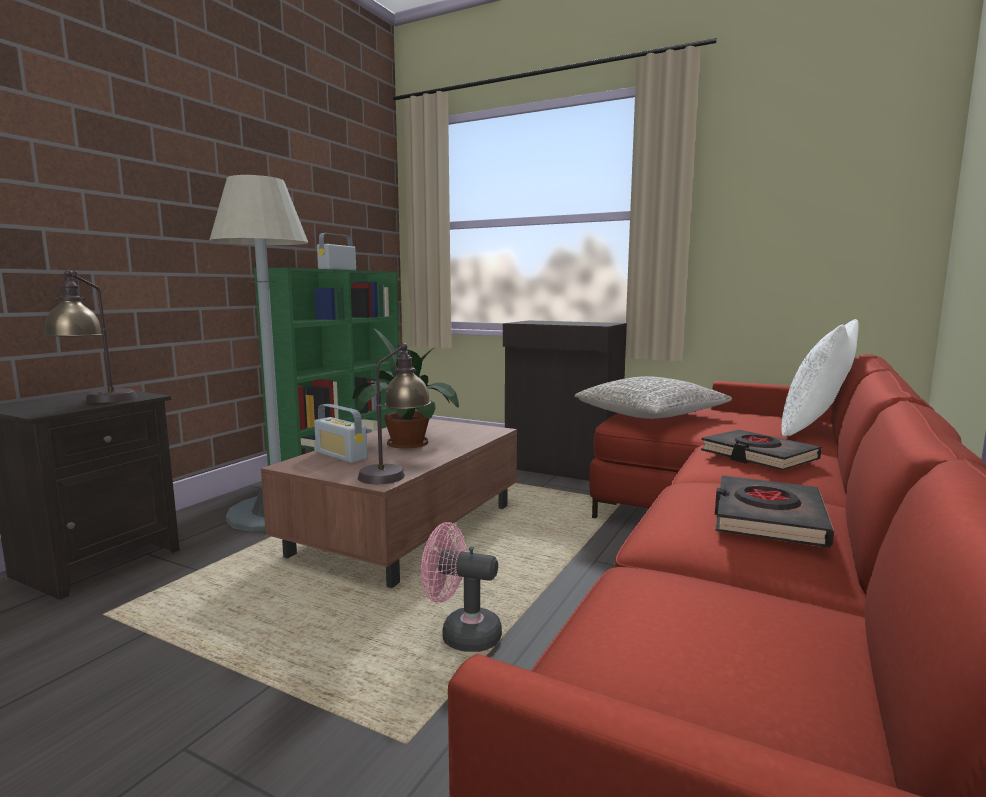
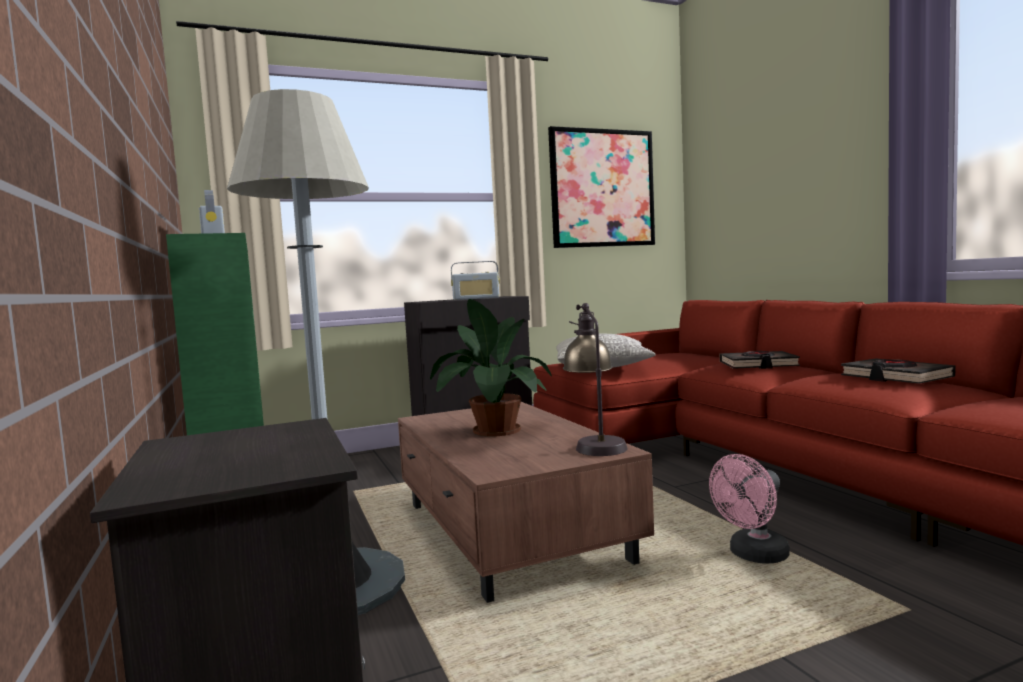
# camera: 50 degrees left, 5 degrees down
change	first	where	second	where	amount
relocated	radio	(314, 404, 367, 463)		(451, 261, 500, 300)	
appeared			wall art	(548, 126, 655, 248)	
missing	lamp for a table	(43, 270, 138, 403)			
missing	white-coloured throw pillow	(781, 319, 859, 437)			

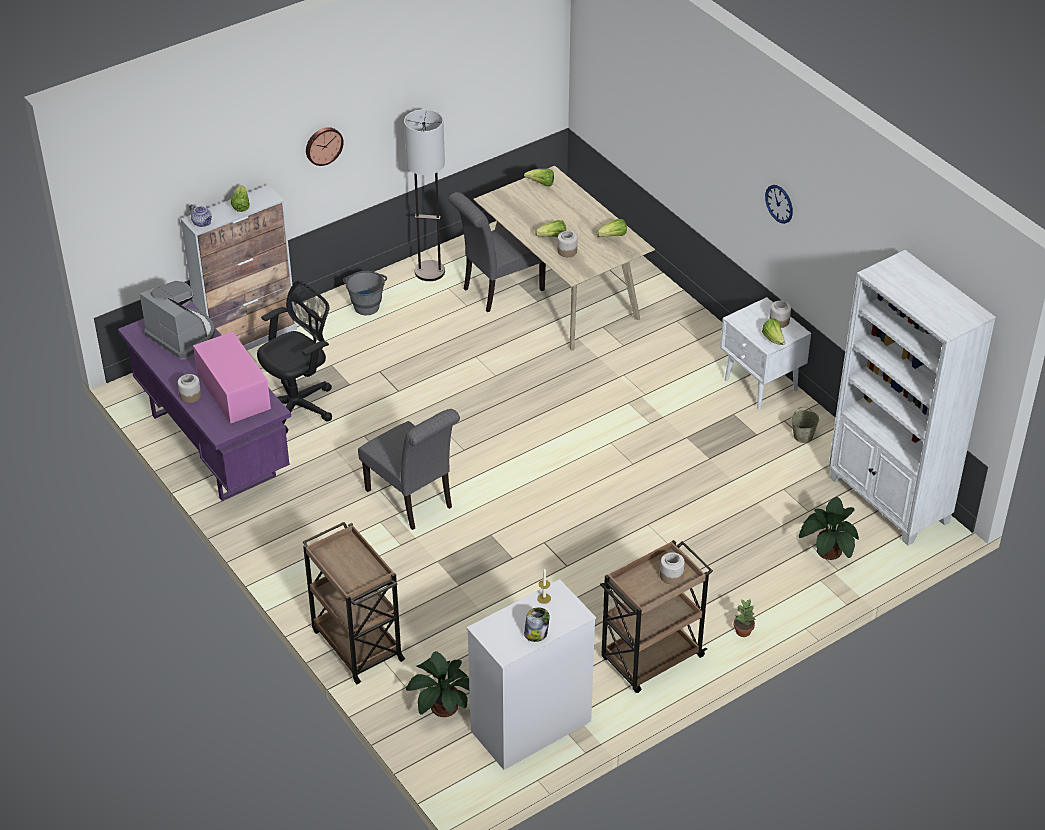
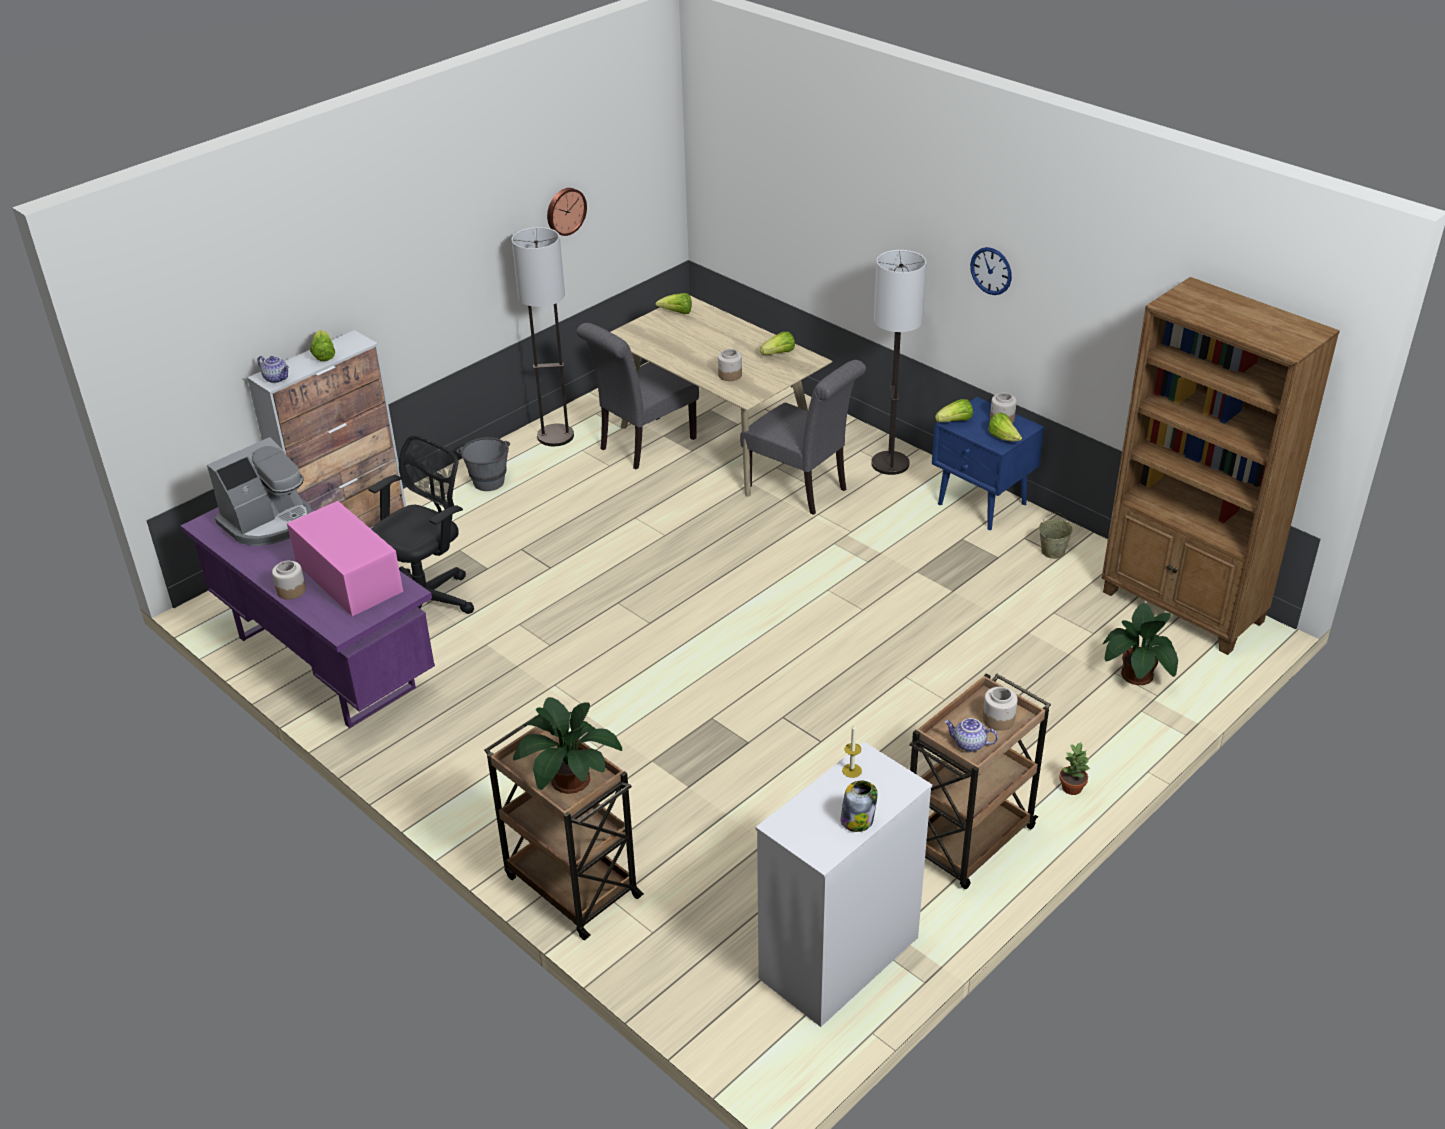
# camera: 10 degrees left, 5 degrees down
change	first	where	second	where	amount
spun	coffee brewer	(140, 281, 215, 359)		(207, 437, 312, 546)	105 degrees clockwise
relocated	houseplant	(406, 651, 469, 717)		(513, 697, 622, 794)	
relocated	wall clock	(306, 127, 344, 166)		(547, 188, 587, 236)	
relocated	gray chair	(358, 409, 460, 530)		(740, 360, 866, 515)	
appeared			floor lamp	(872, 250, 927, 475)	
colour	white-coloured nightstand	(720, 297, 811, 410)	blue nightstand	(932, 397, 1044, 530)	
relocated	lettuce head	(535, 220, 566, 237)		(935, 399, 973, 422)	
appeared			tea pot	(944, 718, 998, 752)	
colour	white-coloured shelving unit	(828, 250, 996, 546)	brownish shelving unit	(1102, 277, 1340, 655)	

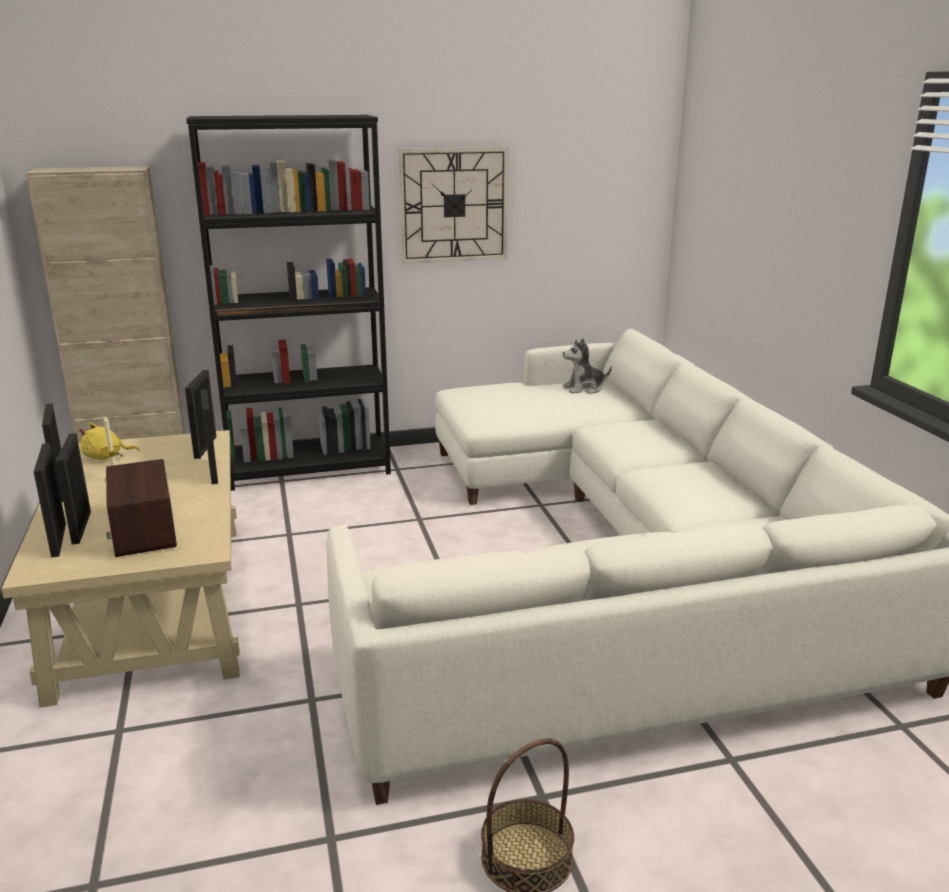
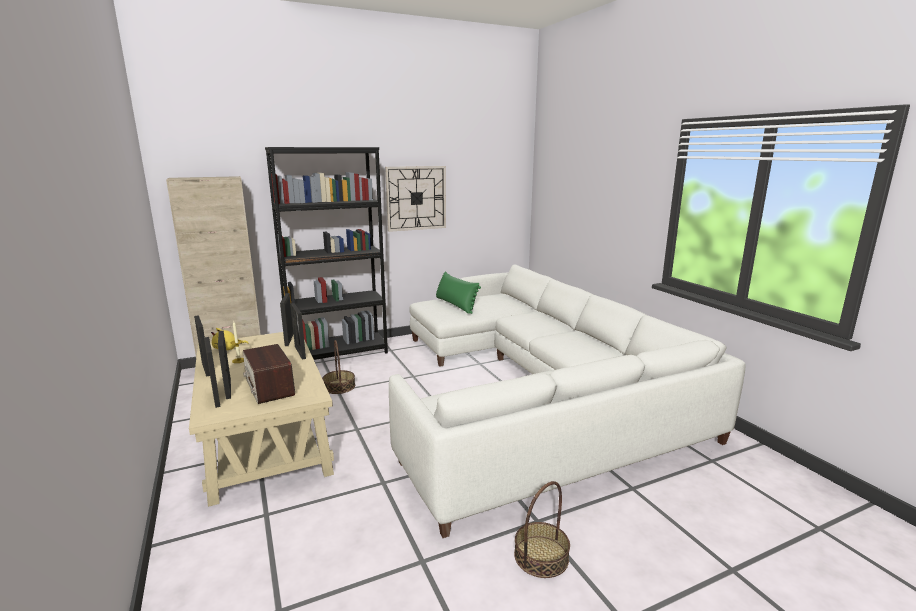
# camera: 10 degrees left, 5 degrees down
change	first	where	second	where	amount
appeared			storage basket	(322, 340, 355, 394)	
appeared			green-coloured throw pillow	(436, 271, 481, 314)	
missing	plush toy	(563, 338, 612, 394)			

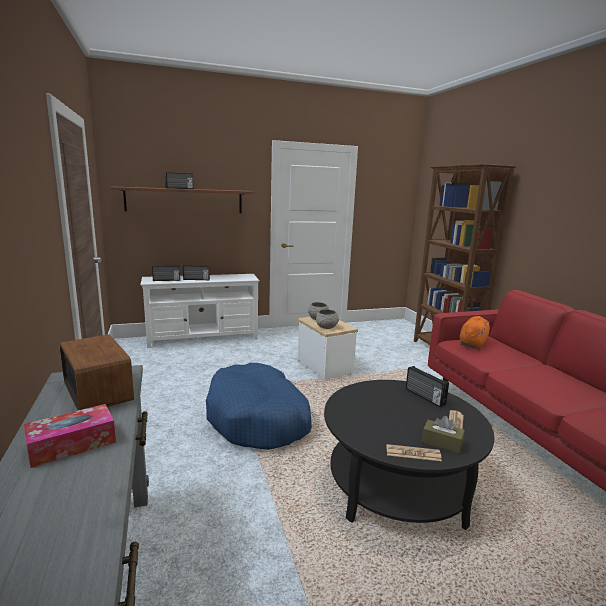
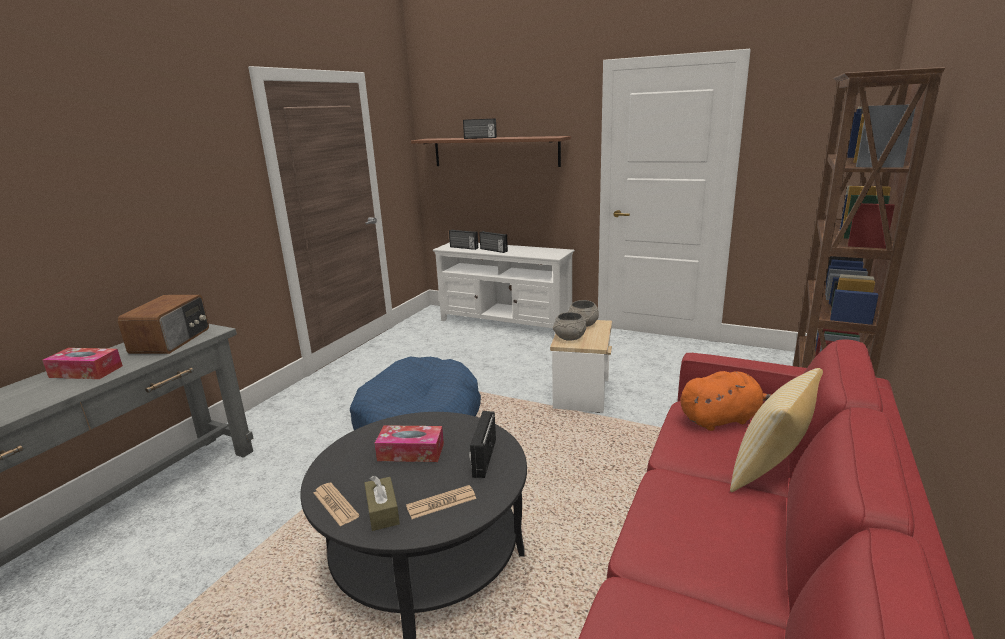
# camera: 45 degrees right, 5 degrees up
change	first	where	second	where	amount
appeared			tissue box	(375, 425, 444, 462)	
appeared			throw pillow	(730, 368, 823, 492)	

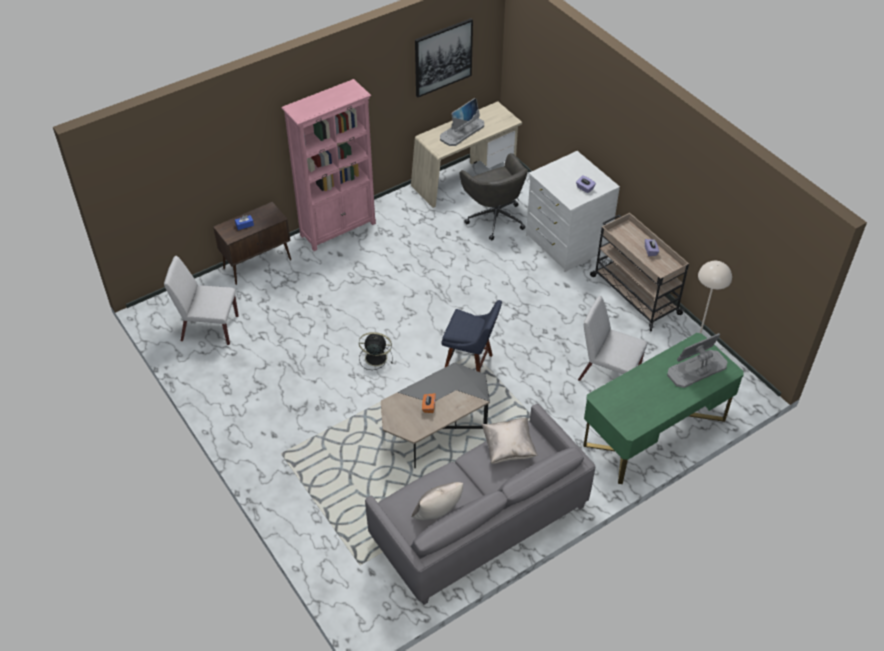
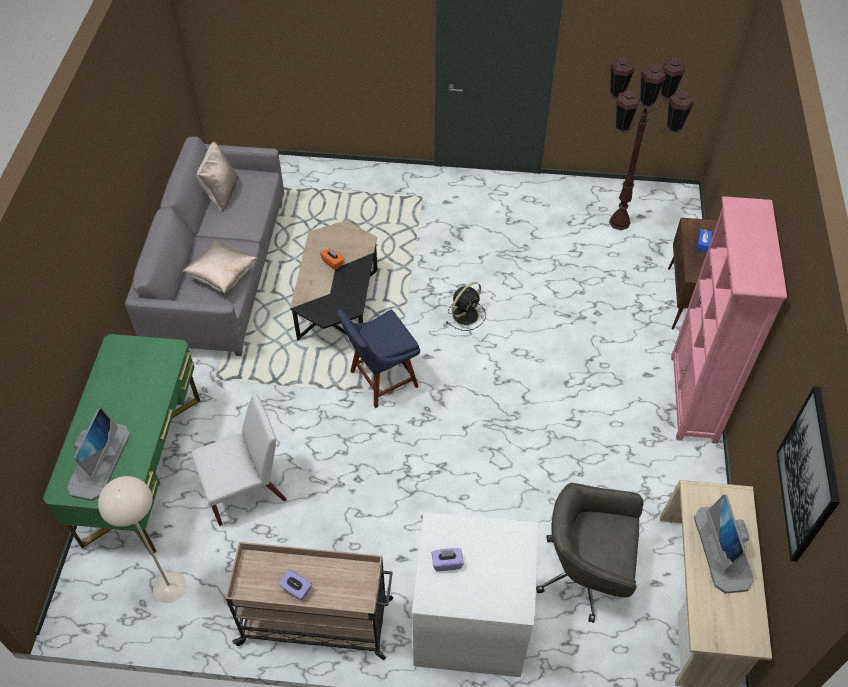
# camera: 130 degrees right, 5 degrees up
change	first	where	second	where	amount
exchanged	white-coloured chair	(164, 256, 239, 345)	brownish floor lamp	(609, 57, 694, 230)	

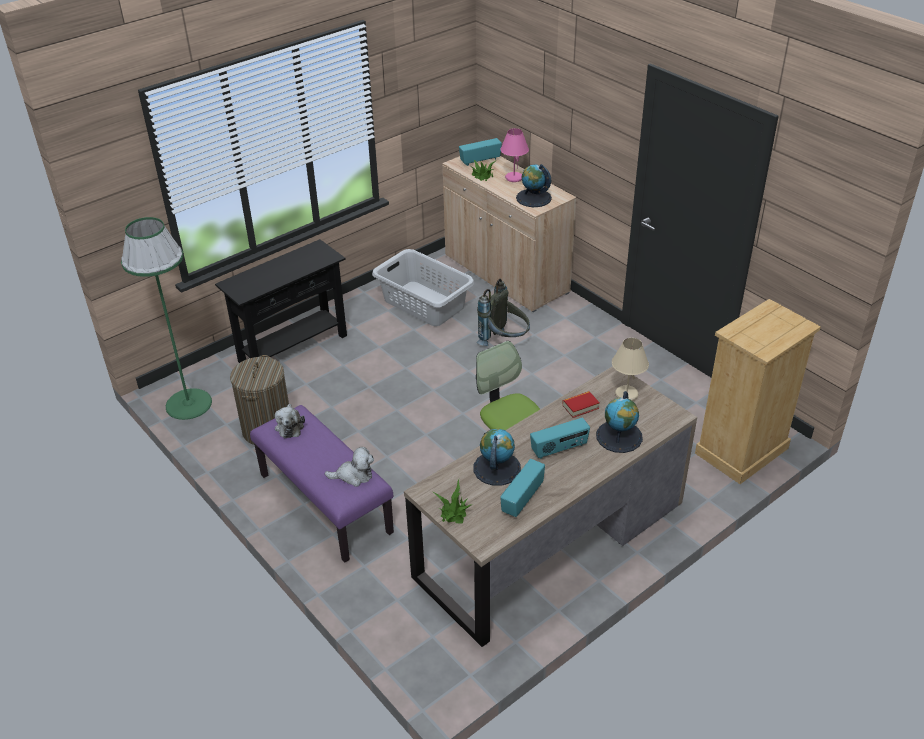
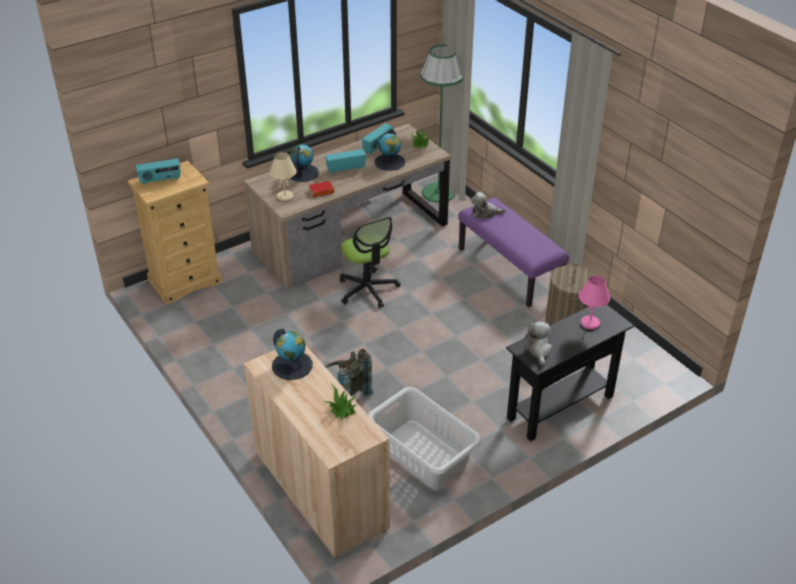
# camera: 175 degrees left, 0 degrees up
change	first	where	second	where	amount
relocated	radio	(459, 138, 502, 166)		(136, 158, 180, 185)	
relocated	green-coloured floor lamp	(121, 217, 212, 420)		(420, 44, 463, 203)	
relocated	plush toy	(275, 404, 305, 438)		(524, 322, 552, 365)	
relocated	pink lamp for a table	(500, 128, 529, 182)		(578, 275, 610, 330)	

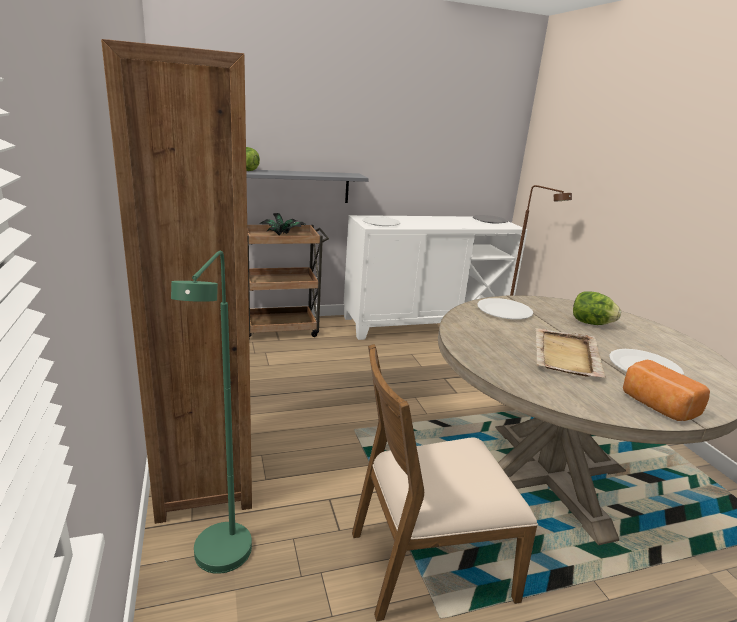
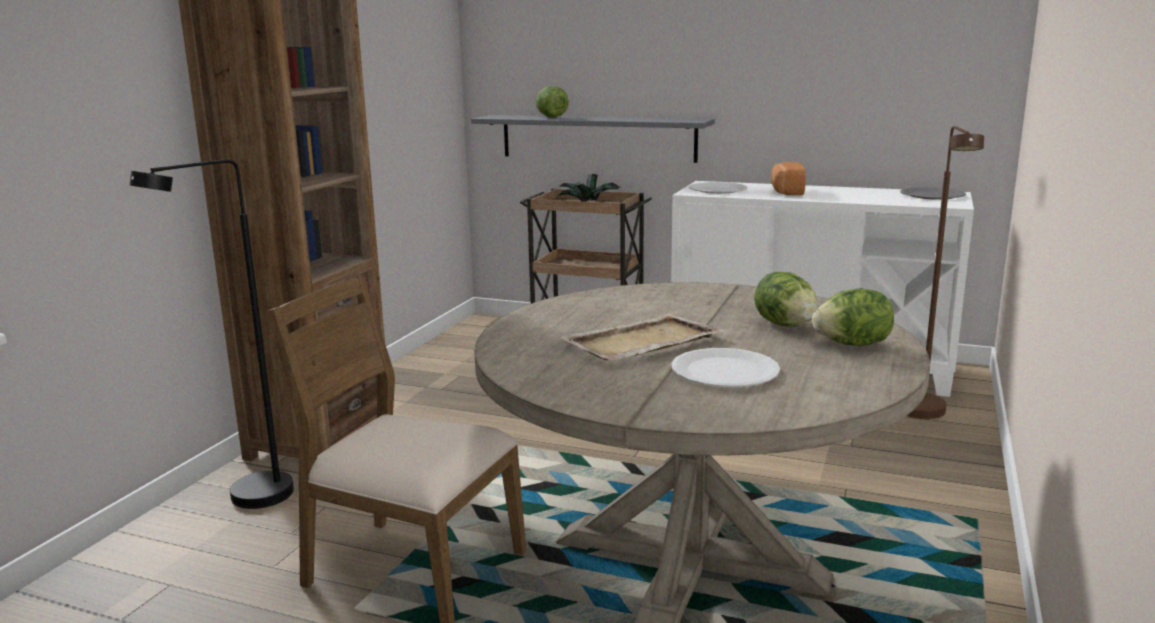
# camera: 40 degrees right, 5 degrees down
change	first	where	second	where	amount
colour	green-coloured floor lamp	(171, 251, 252, 574)	black-coloured floor lamp	(130, 160, 294, 509)	
relocated	bakery bread	(623, 360, 710, 421)		(771, 162, 806, 195)	
appeared			lettuce head	(812, 289, 894, 346)	
missing	white-coloured dinner plate	(477, 298, 533, 319)			

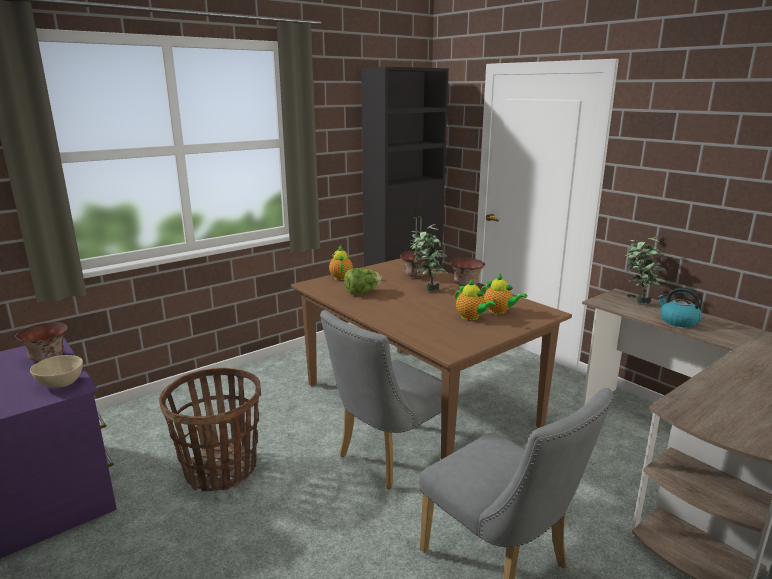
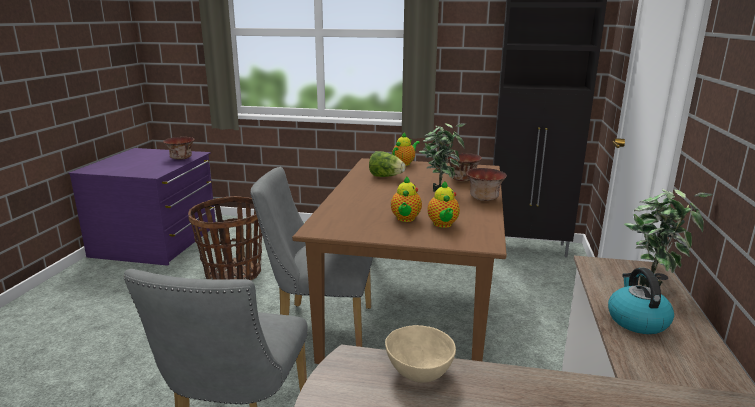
# camera: 50 degrees right, 0 degrees up
change	first	where	second	where	amount
relocated	beige-coloured bowl	(30, 355, 83, 388)		(385, 325, 456, 383)	

